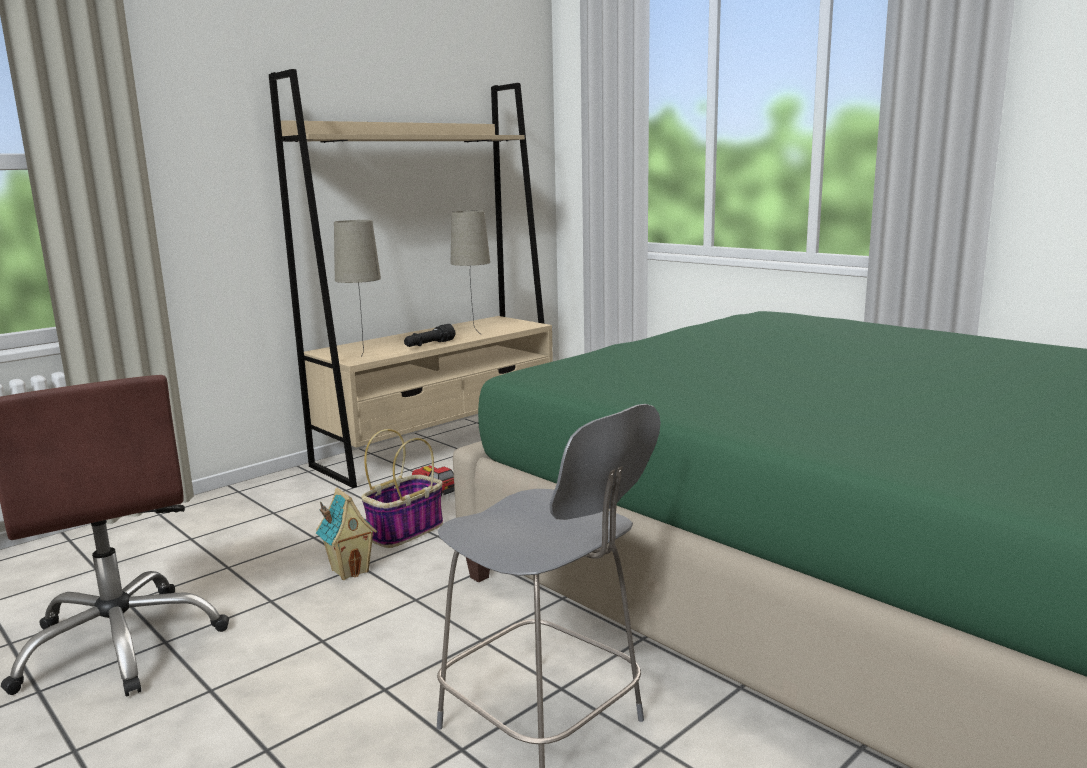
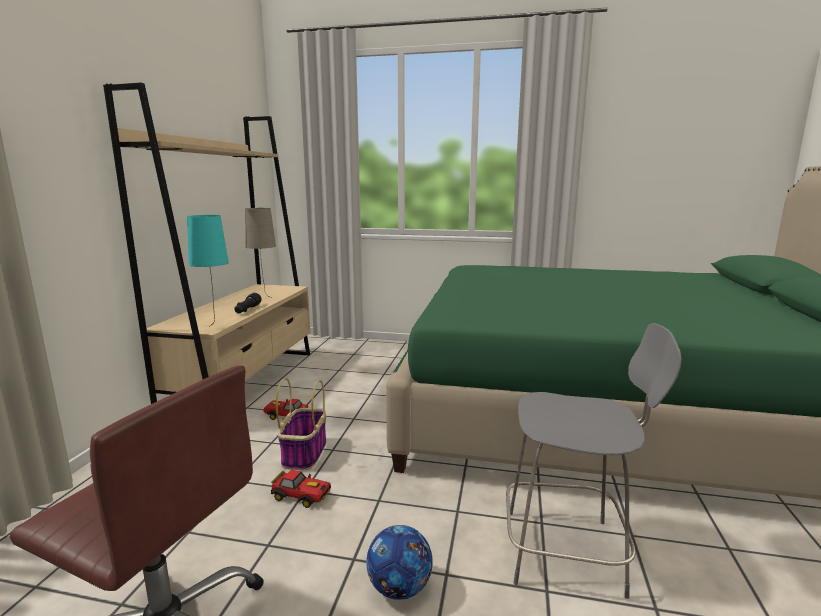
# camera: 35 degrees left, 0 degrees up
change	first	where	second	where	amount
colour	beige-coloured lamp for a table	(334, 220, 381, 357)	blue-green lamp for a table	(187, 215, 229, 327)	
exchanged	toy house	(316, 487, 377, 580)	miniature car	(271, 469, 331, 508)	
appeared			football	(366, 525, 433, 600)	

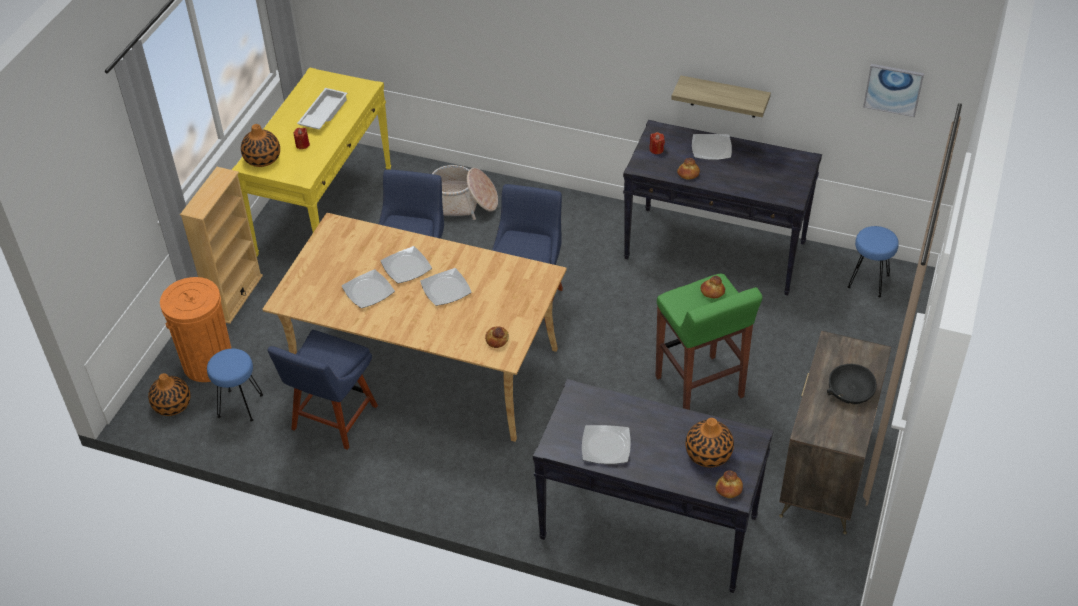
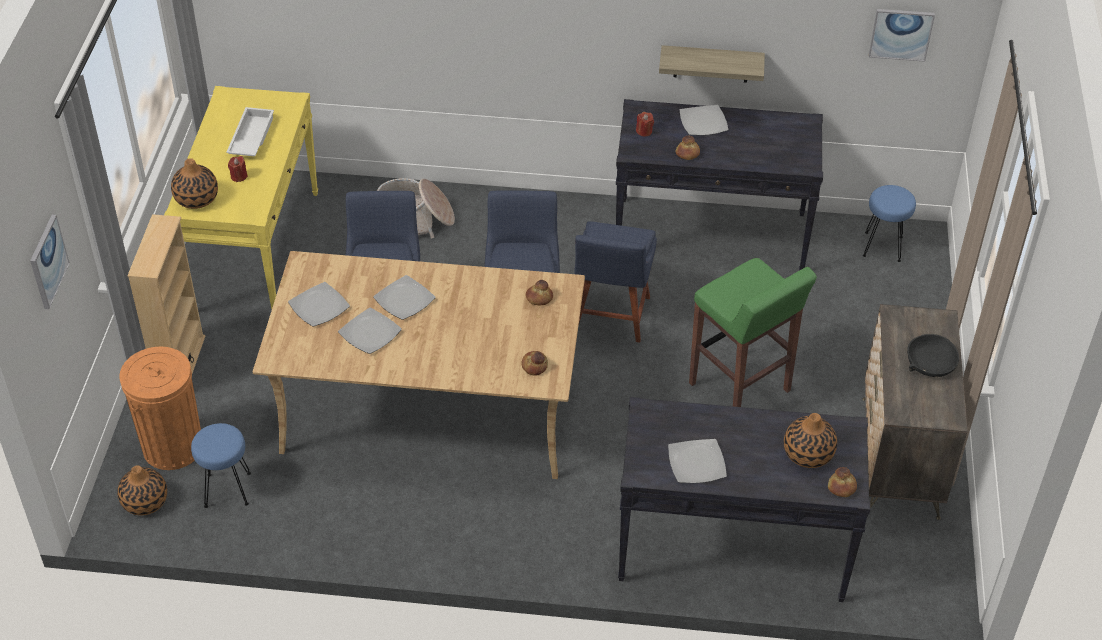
# camera: 15 degrees left, 0 degrees up
change	first	where	second	where	amount
appeared			wall art	(30, 215, 70, 309)	
relocated	dinner plate	(420, 268, 472, 306)		(288, 282, 350, 327)	
relocated	bakery bread	(701, 276, 725, 298)		(526, 280, 553, 305)	
relocated	blue chair	(267, 330, 378, 450)		(574, 221, 657, 342)	

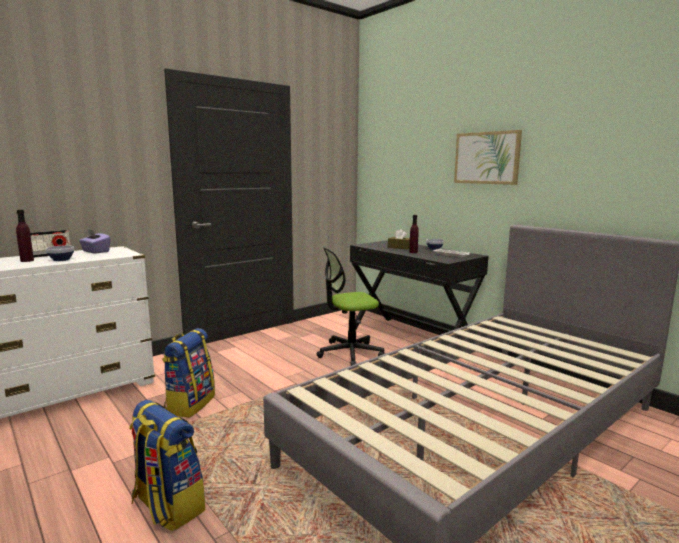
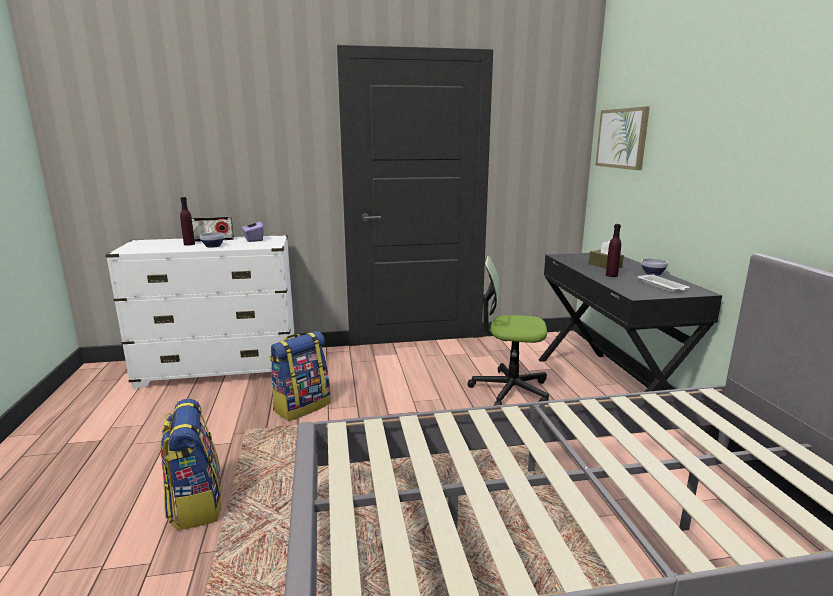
# camera: 30 degrees right, 5 degrees up
change	first	where	second	where	amount
relocated	wall art	(454, 130, 522, 185)		(595, 107, 650, 170)	

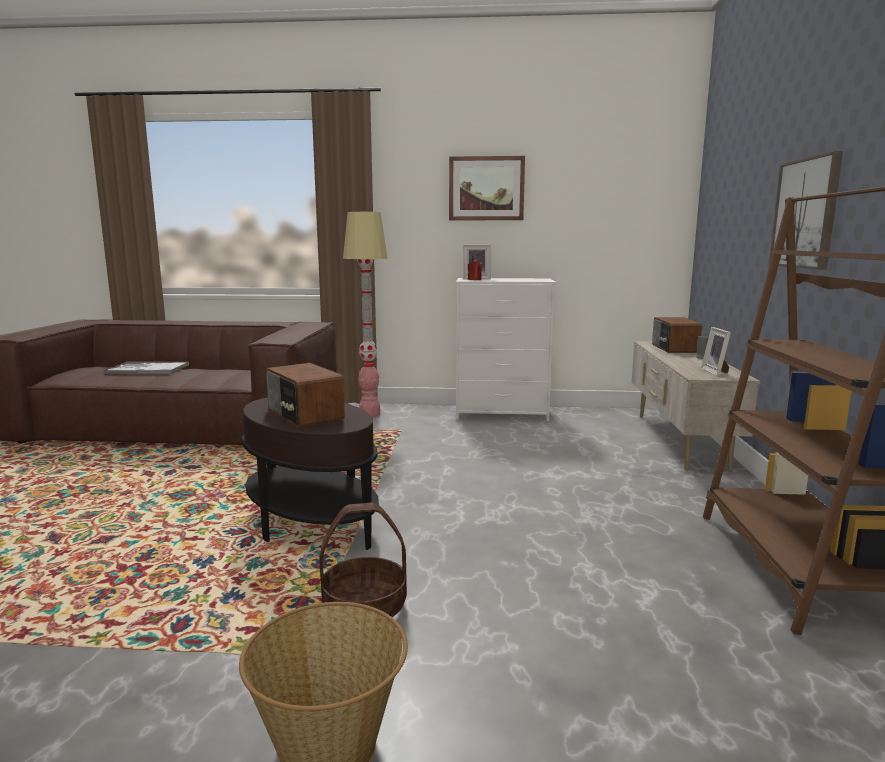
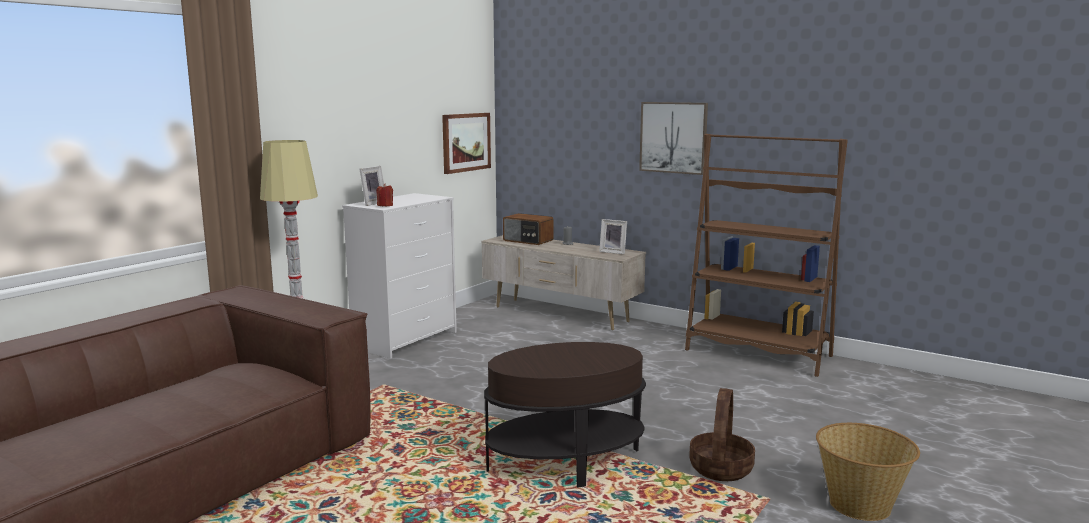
# camera: 60 degrees left, 0 degrees up
change	first	where	second	where	amount
relocated	wall art	(449, 156, 525, 220)		(442, 113, 491, 174)	
missing	serving tray	(104, 362, 189, 374)			
missing	radio	(266, 363, 345, 428)			

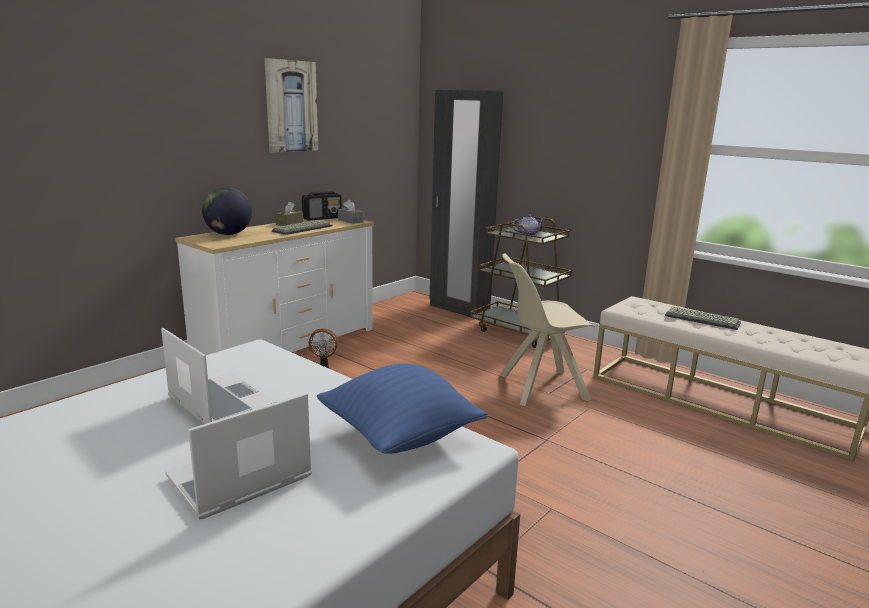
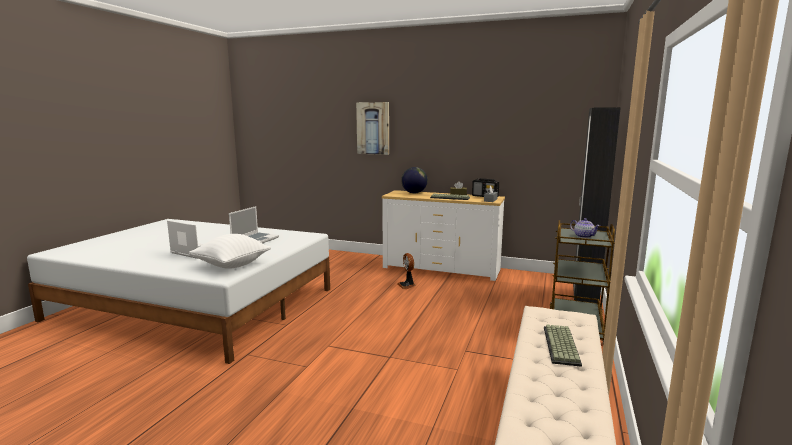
# camera: 70 degrees right, 5 degrees down
change	first	where	second	where	amount
colour	blue throw pillow	(317, 364, 488, 454)	white-coloured throw pillow	(189, 234, 271, 269)	
relocated	wall art	(264, 58, 318, 153)		(356, 102, 389, 155)	
missing	beige-coloured chair	(499, 254, 595, 406)			

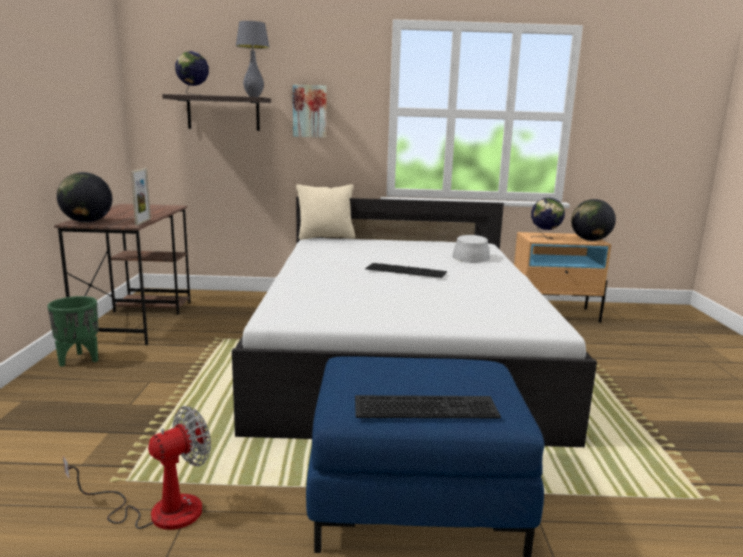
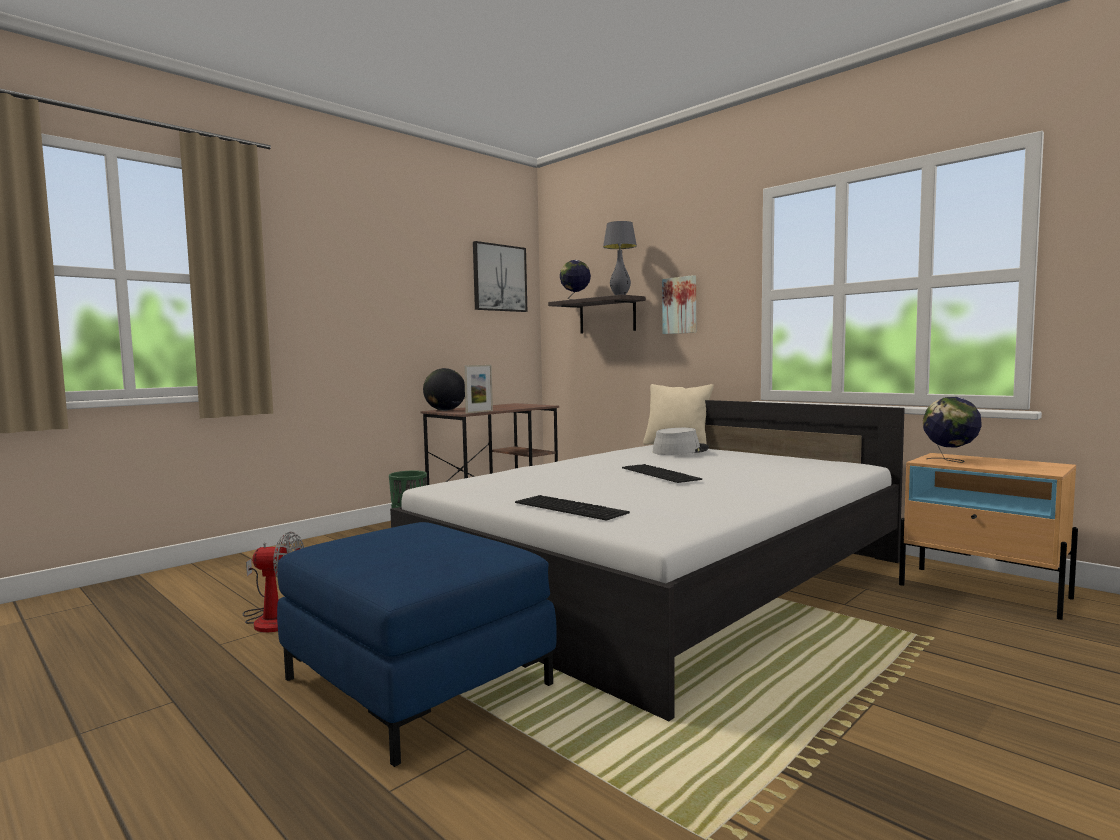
# camera: 45 degrees right, 10 degrees down
change	first	where	second	where	amount
appeared			wall art	(473, 241, 527, 312)	
relocated	keyboard	(355, 395, 501, 418)		(515, 495, 630, 521)	
relocated	gray wearable hat	(452, 235, 490, 263)		(653, 428, 709, 455)	
missing	desk globe	(571, 199, 616, 241)			

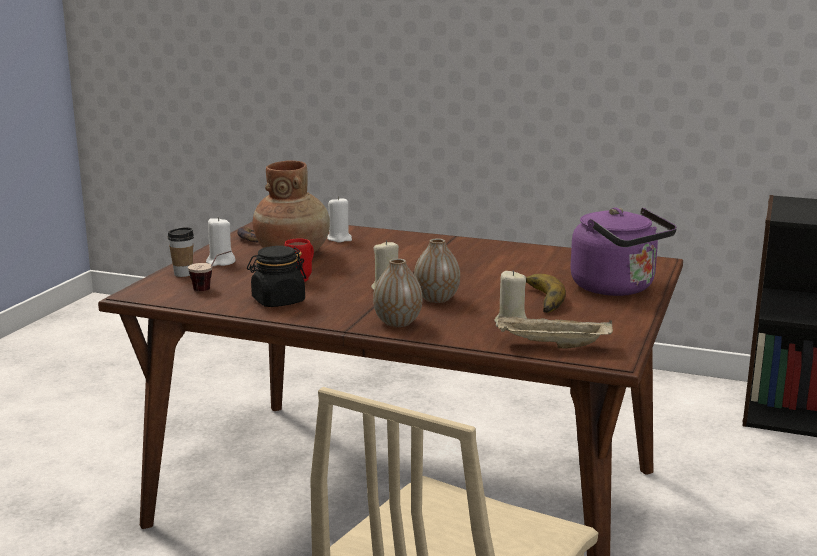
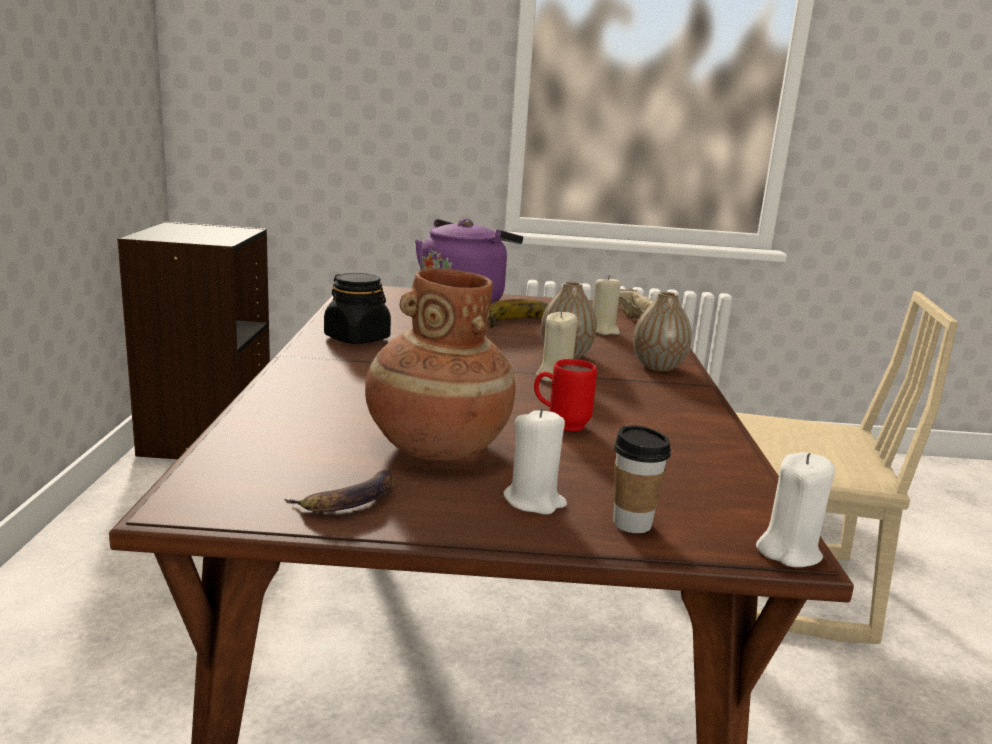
# camera: 110 degrees left, 0 degrees up
change	first	where	second	where	amount
relocated	black-coloured jar	(247, 246, 306, 307)		(324, 273, 391, 344)	
relocated	white-coloured wax light	(327, 196, 352, 243)		(756, 452, 835, 567)	
missing	drinking cup	(188, 251, 232, 291)			

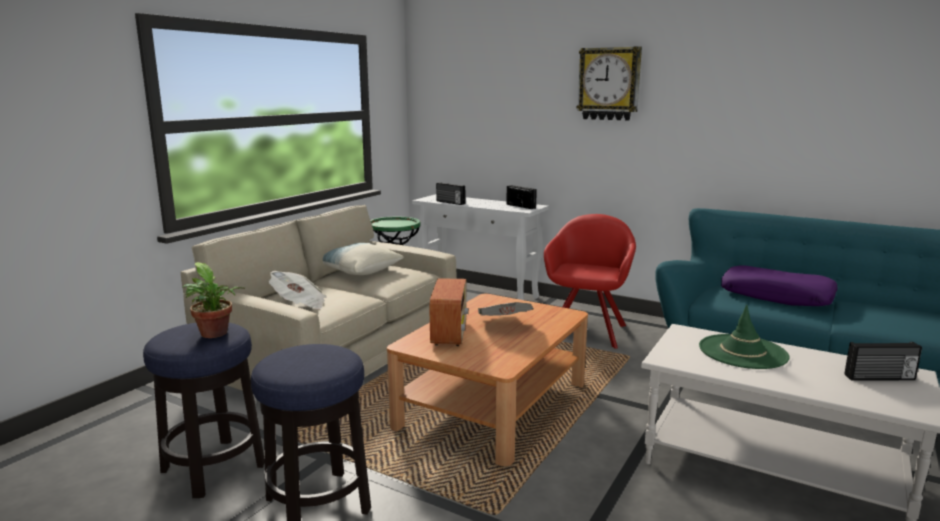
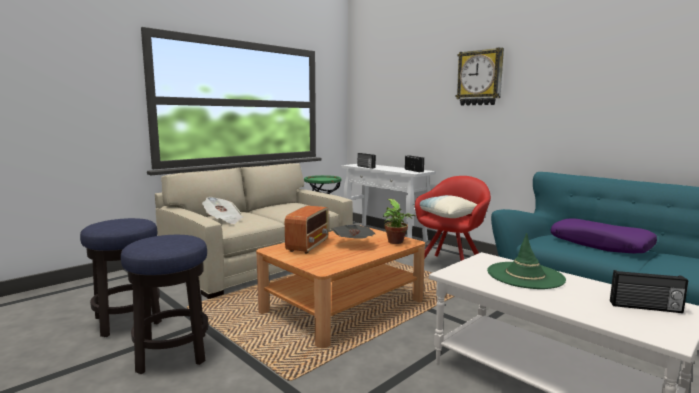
# camera: 15 degrees right, 5 degrees down
change	first	where	second	where	amount
relocated	houseplant	(182, 262, 245, 338)		(383, 199, 416, 244)	
relocated	throw pillow	(323, 243, 404, 275)		(412, 195, 477, 218)	

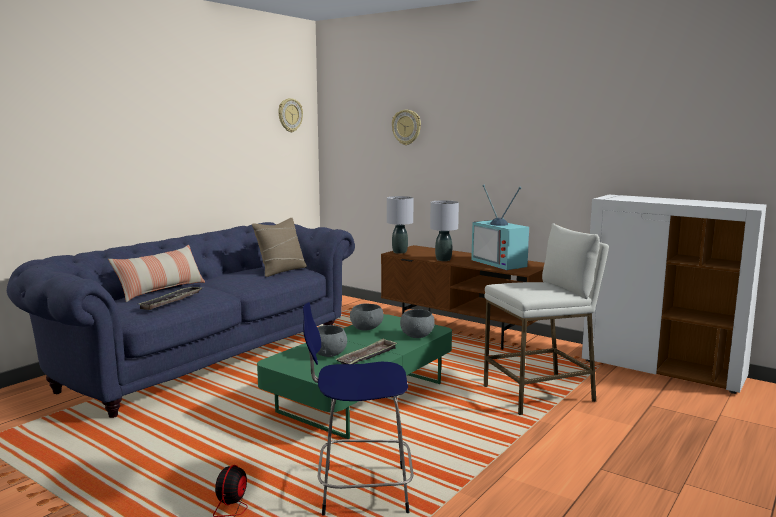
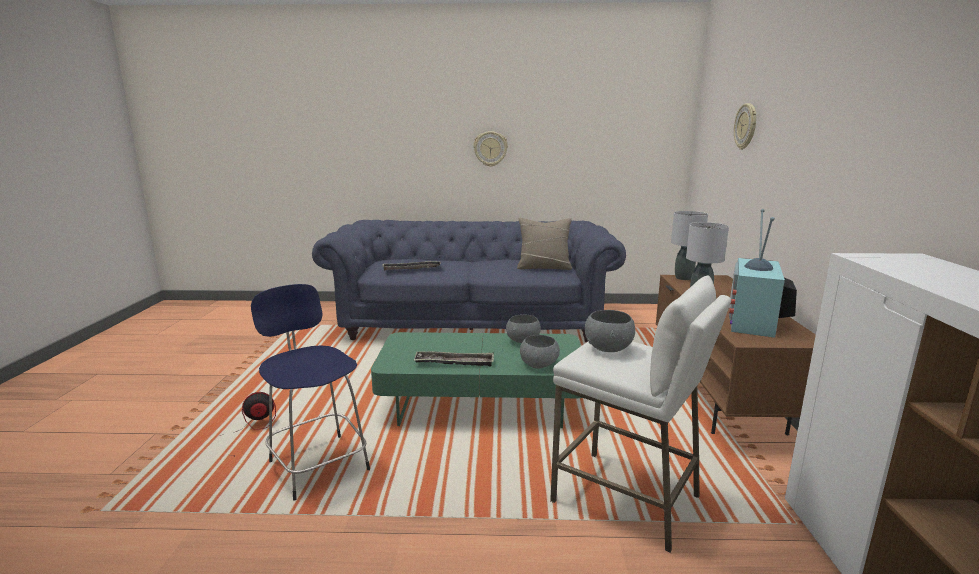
# camera: 55 degrees right, 5 degrees up
change	first	where	second	where	amount
relocated	wall clock	(278, 98, 303, 132)		(473, 131, 508, 167)	
relocated	gray bowl	(317, 325, 347, 357)		(585, 310, 635, 352)	
missing	throw pillow	(108, 245, 205, 302)			

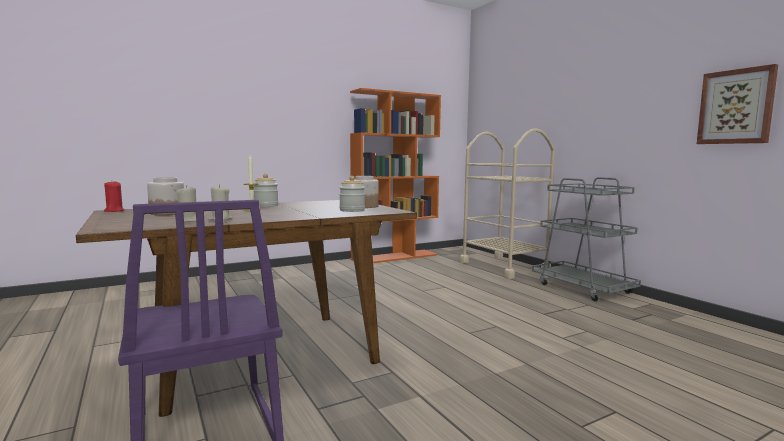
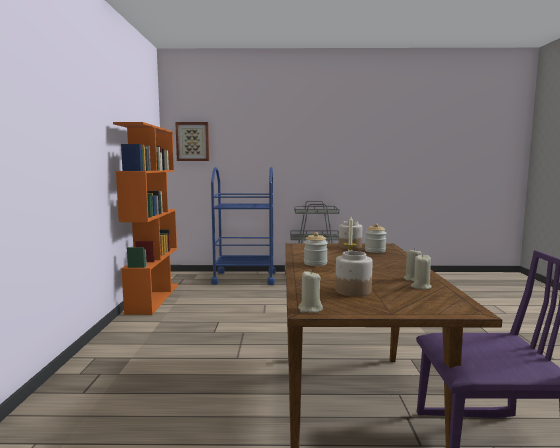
# camera: 60 degrees left, 0 degrees up
change	first	where	second	where	amount
relocated	wall art	(697, 64, 778, 144)		(175, 122, 209, 161)	
colour	beige-coloured trolley	(460, 128, 555, 279)	blue trolley	(211, 167, 275, 285)	
colour	red wax light	(104, 182, 125, 212)	beige-coloured wax light	(298, 270, 323, 313)	

